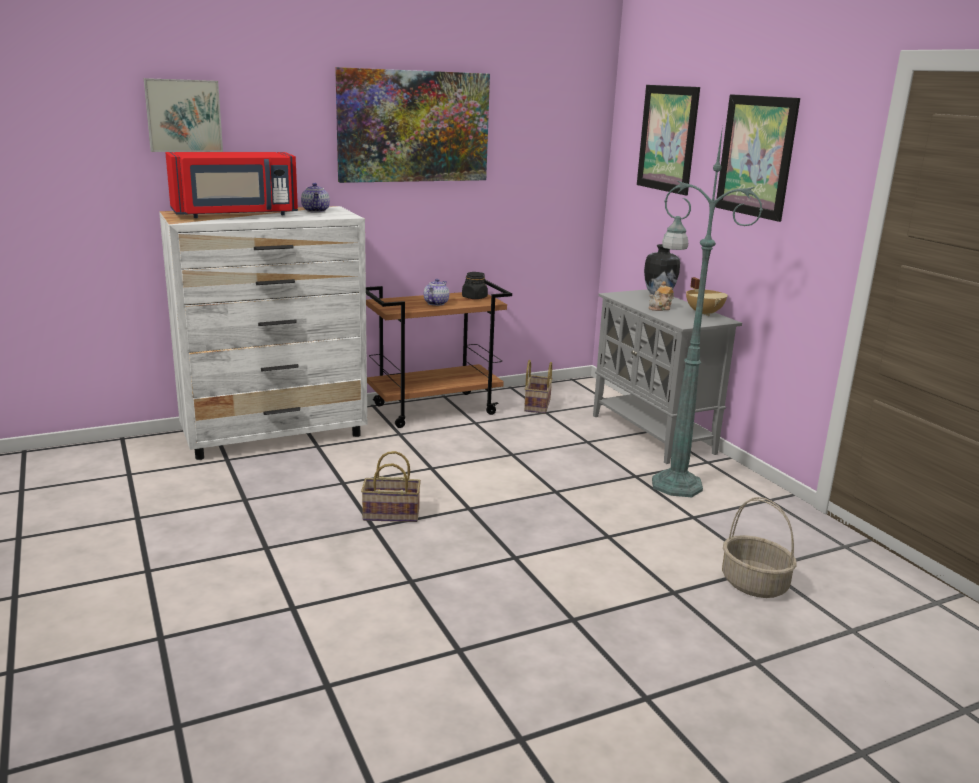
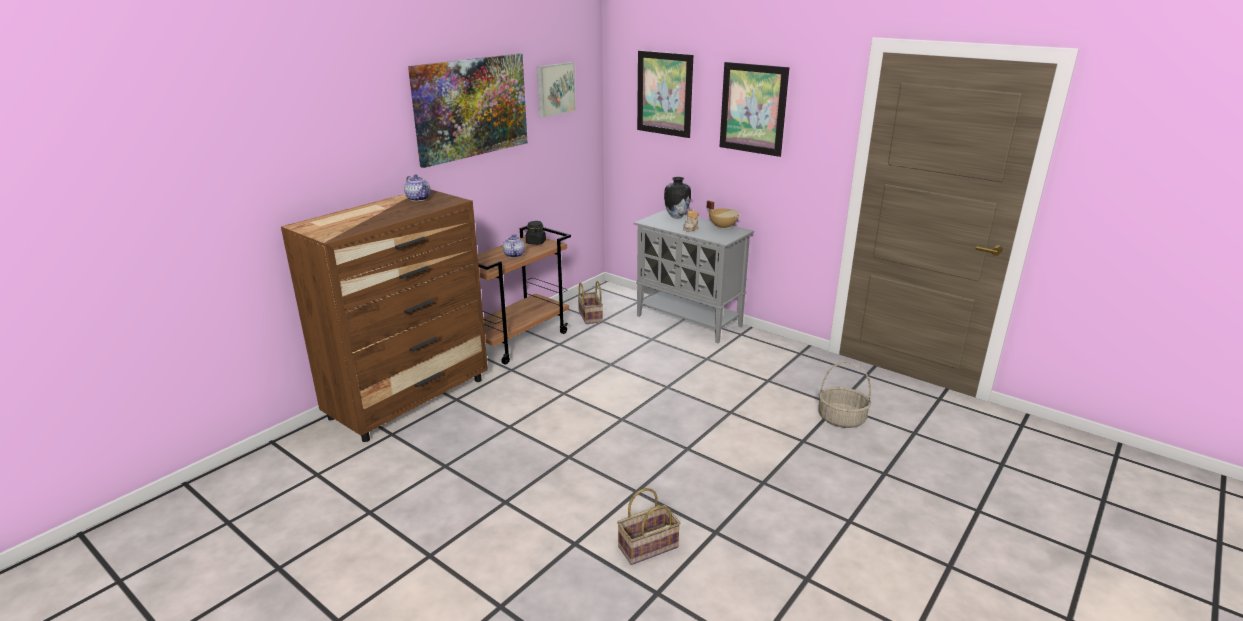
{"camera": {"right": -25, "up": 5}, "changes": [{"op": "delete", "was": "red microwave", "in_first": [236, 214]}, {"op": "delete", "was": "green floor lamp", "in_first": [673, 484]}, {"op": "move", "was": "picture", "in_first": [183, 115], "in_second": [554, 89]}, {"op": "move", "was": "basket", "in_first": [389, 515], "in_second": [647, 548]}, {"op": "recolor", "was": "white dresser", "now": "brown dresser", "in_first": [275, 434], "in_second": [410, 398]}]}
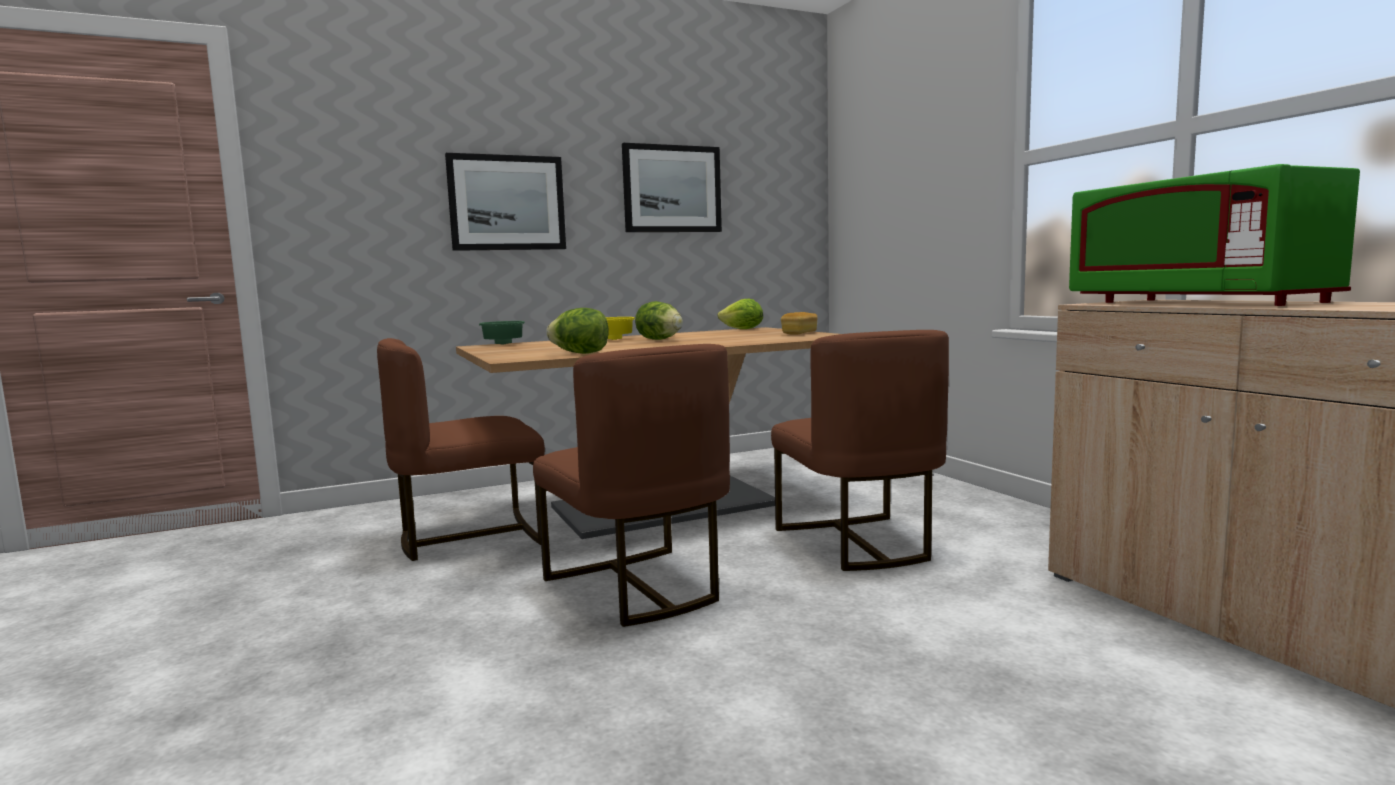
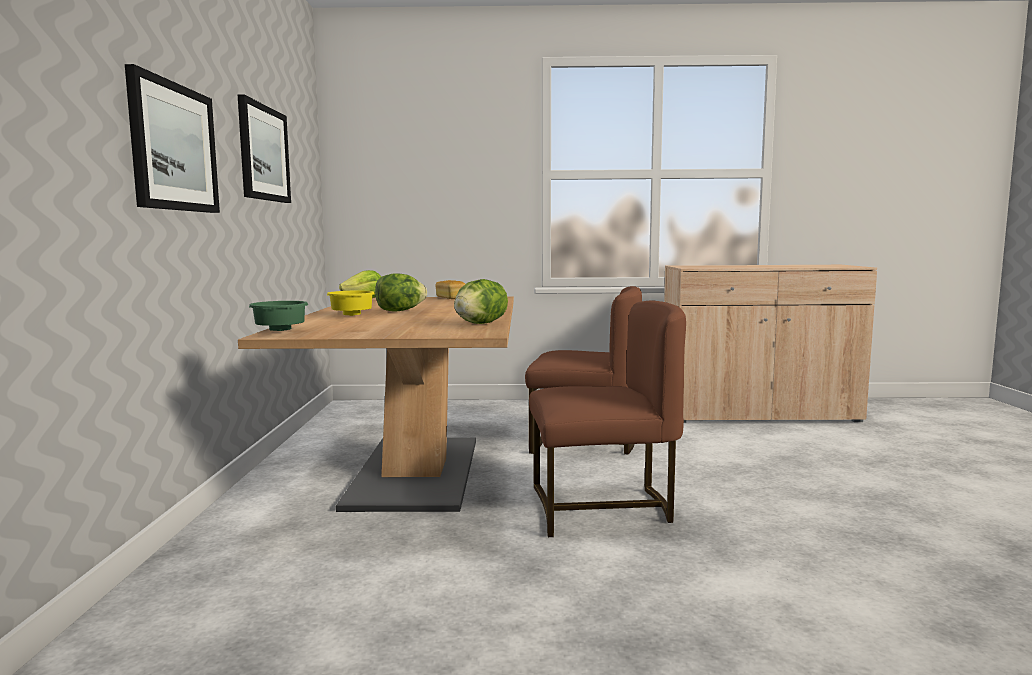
{"camera": {"right": -65, "up": 0}, "changes": [{"op": "delete", "was": "brown chair", "in_first": [470, 537]}, {"op": "delete", "was": "green microwave", "in_first": [1196, 303]}]}
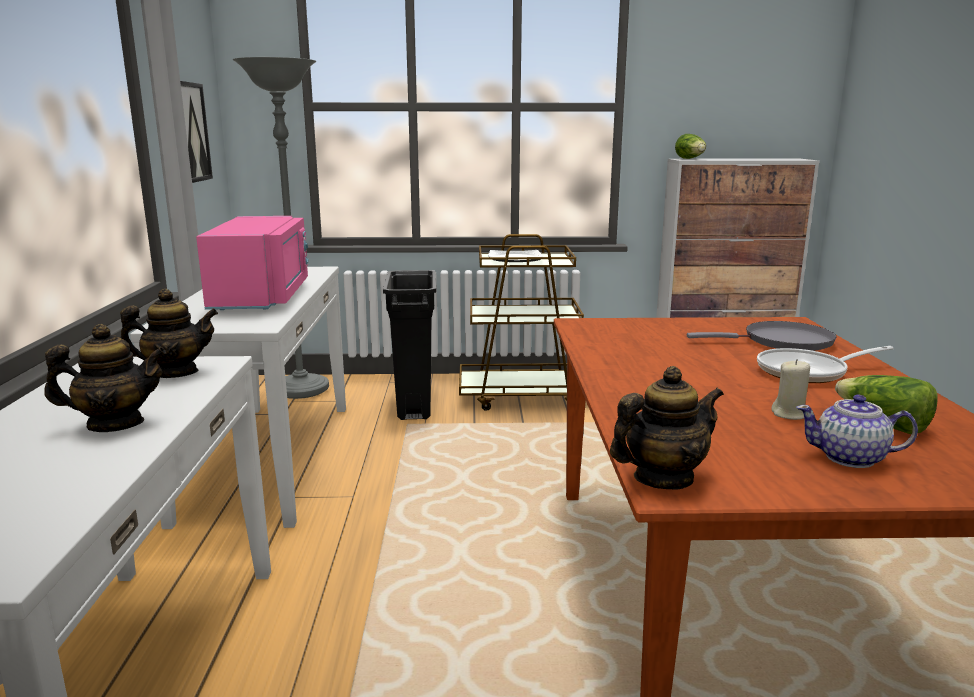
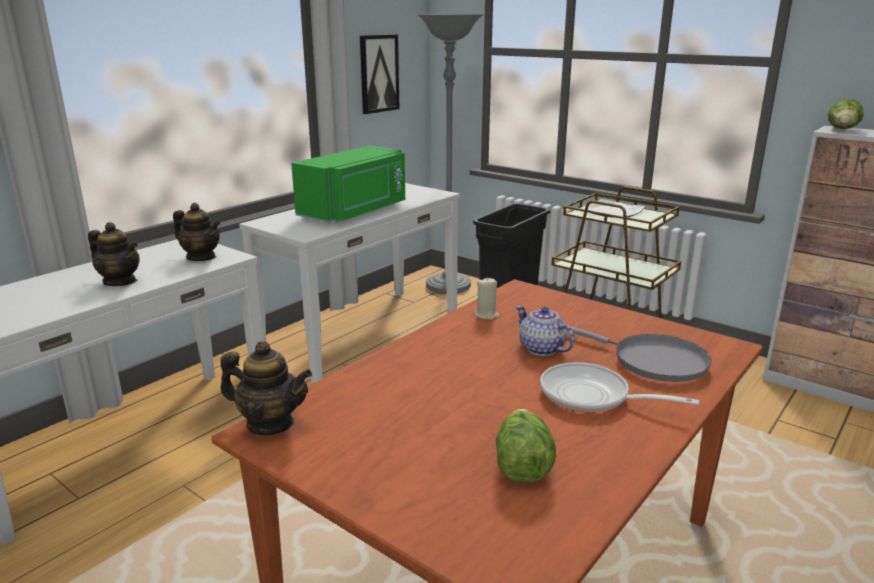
{"camera": {"right": 40, "up": 5}, "changes": [{"op": "move", "was": "beige candle", "in_first": [790, 414], "in_second": [486, 315]}, {"op": "move", "was": "teapot", "in_first": [851, 458], "in_second": [542, 349]}, {"op": "recolor", "was": "pink microwave", "now": "green microwave", "in_first": [263, 297], "in_second": [355, 211]}]}
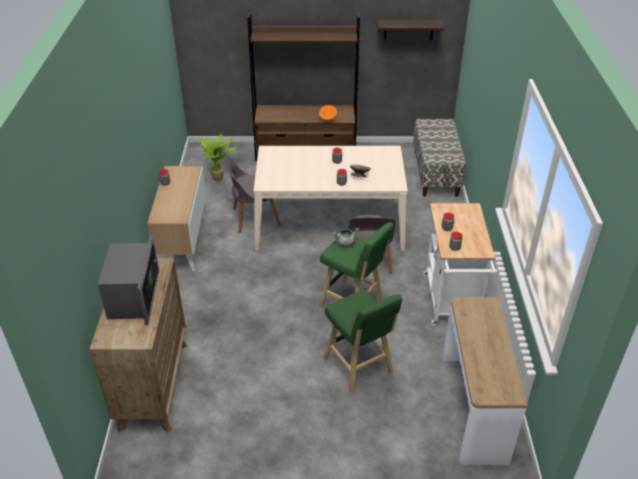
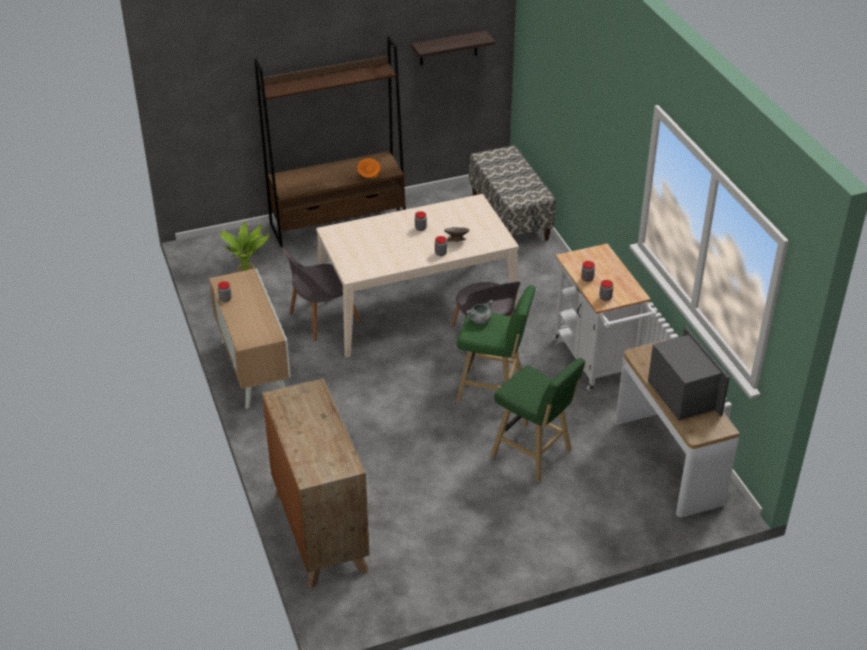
{"camera": {"right": -20, "up": 0}, "changes": [{"op": "move", "was": "microwave", "in_first": [134, 297], "in_second": [682, 394]}]}
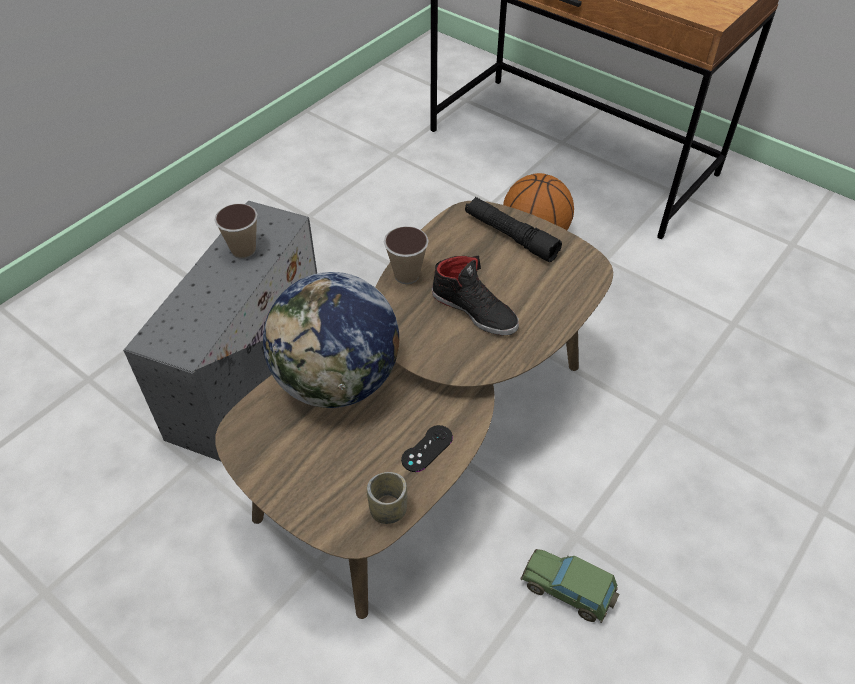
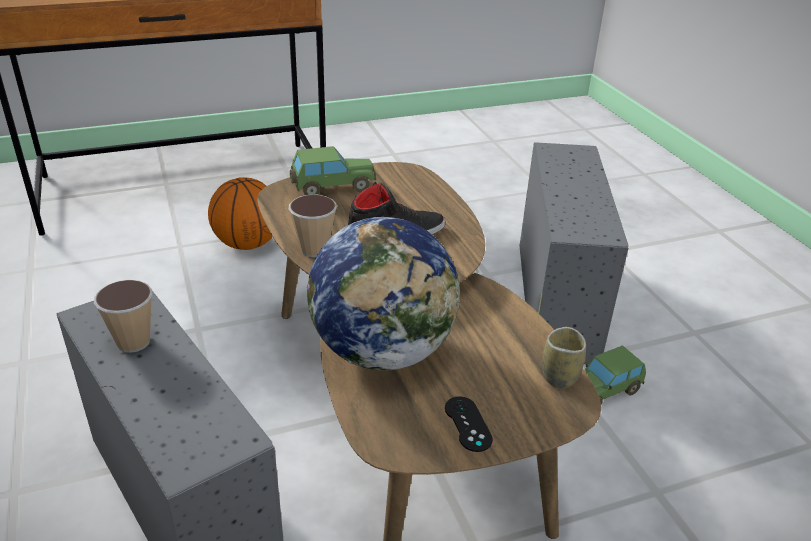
{"camera": {"right": -60, "up": -15}, "changes": [{"op": "insert", "now": "grey storage box", "in_second": [555, 297]}, {"op": "move", "was": "black game controller", "in_first": [427, 448], "in_second": [468, 424]}, {"op": "replace", "was": "black flashlight", "now": "toy car", "in_first": [510, 236], "in_second": [332, 187]}]}
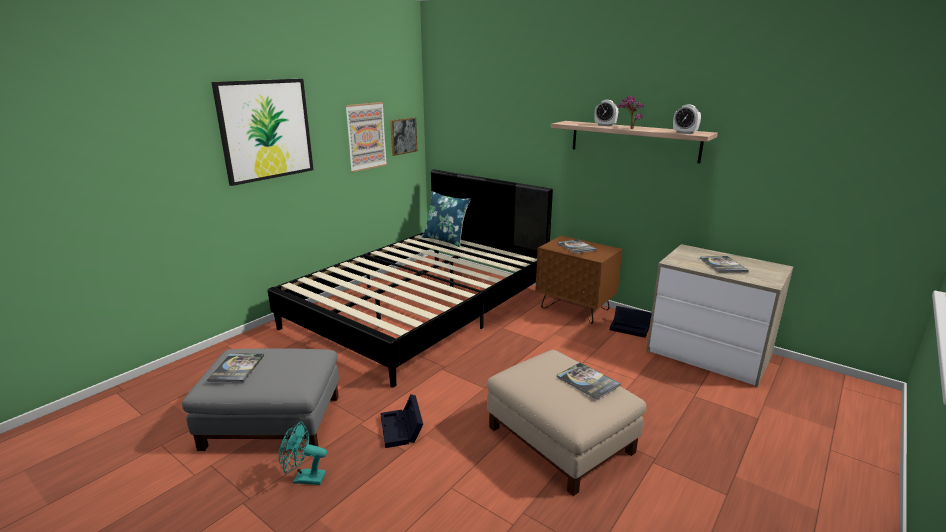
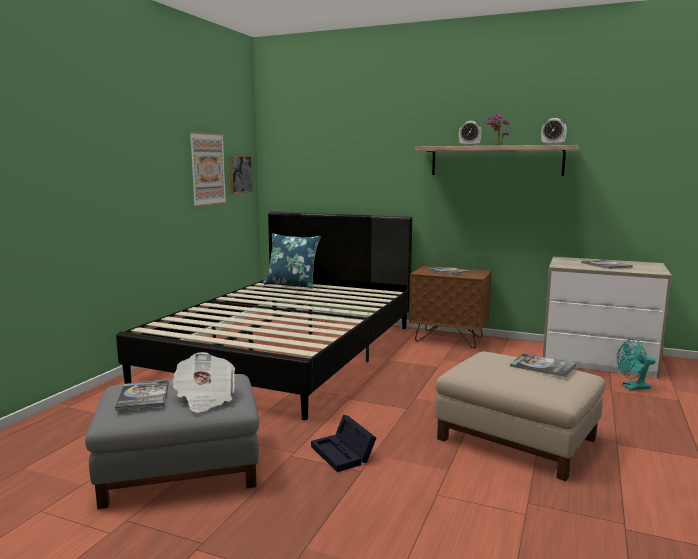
{"camera": {"right": -15, "up": -10}, "changes": [{"op": "delete", "was": "picture", "in_first": [266, 130]}, {"op": "delete", "was": "black storage box", "in_first": [631, 328]}, {"op": "insert", "now": "newspaper", "in_second": [205, 398]}, {"op": "move", "was": "turquoise fan", "in_first": [304, 478], "in_second": [632, 387]}]}
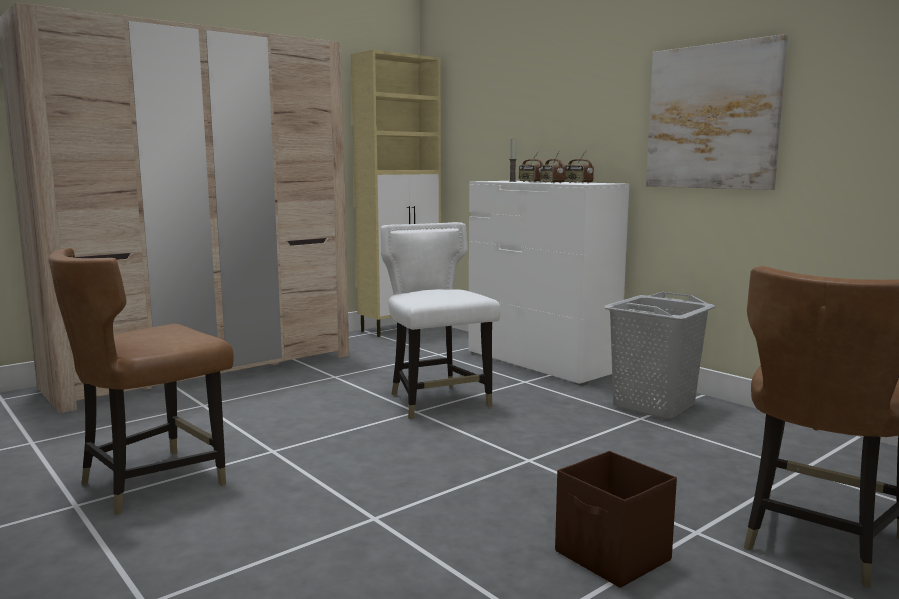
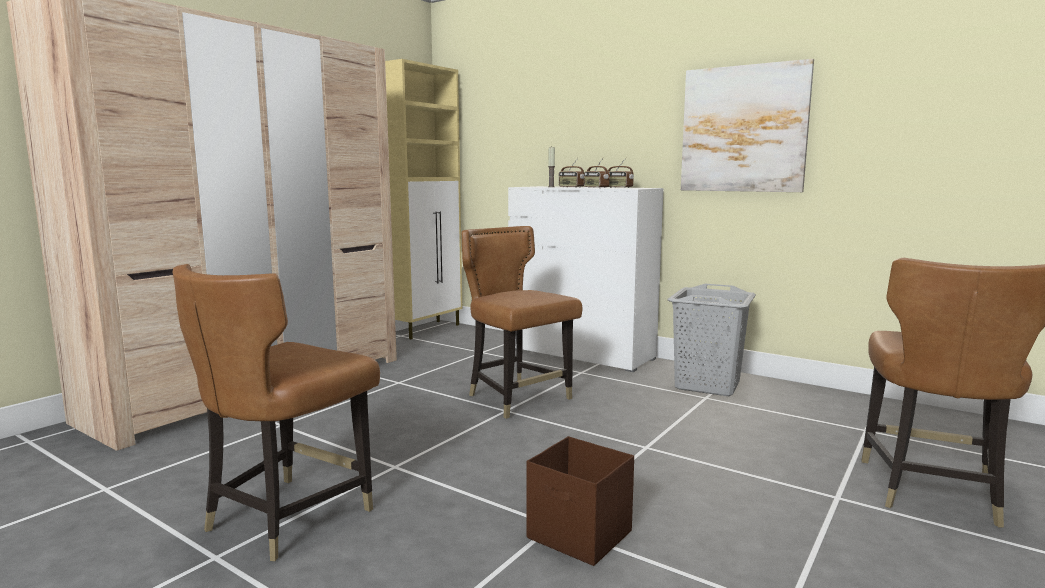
{"camera": {"right": -15, "up": 0}, "changes": [{"op": "move", "was": "brown storage box", "in_first": [613, 557], "in_second": [580, 536]}, {"op": "recolor", "was": "white chair", "now": "brown chair", "in_first": [437, 401], "in_second": [518, 398]}]}
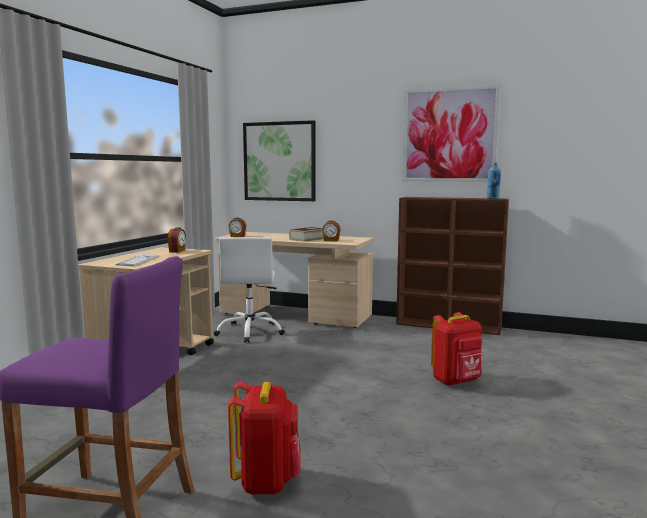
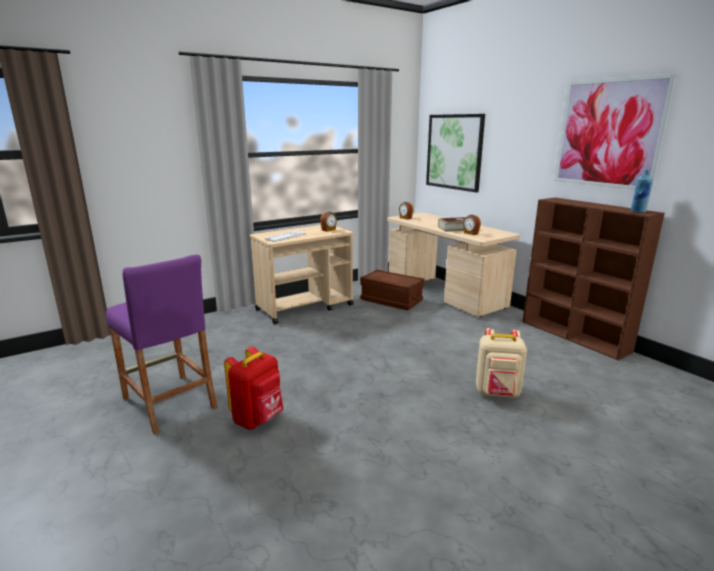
{"camera": {"right": 35, "up": 10}, "changes": [{"op": "replace", "was": "white office chair", "now": "brown storage box", "in_first": [250, 332], "in_second": [391, 300]}, {"op": "recolor", "was": "red backpack", "now": "beige backpack", "in_first": [456, 381], "in_second": [497, 393]}]}
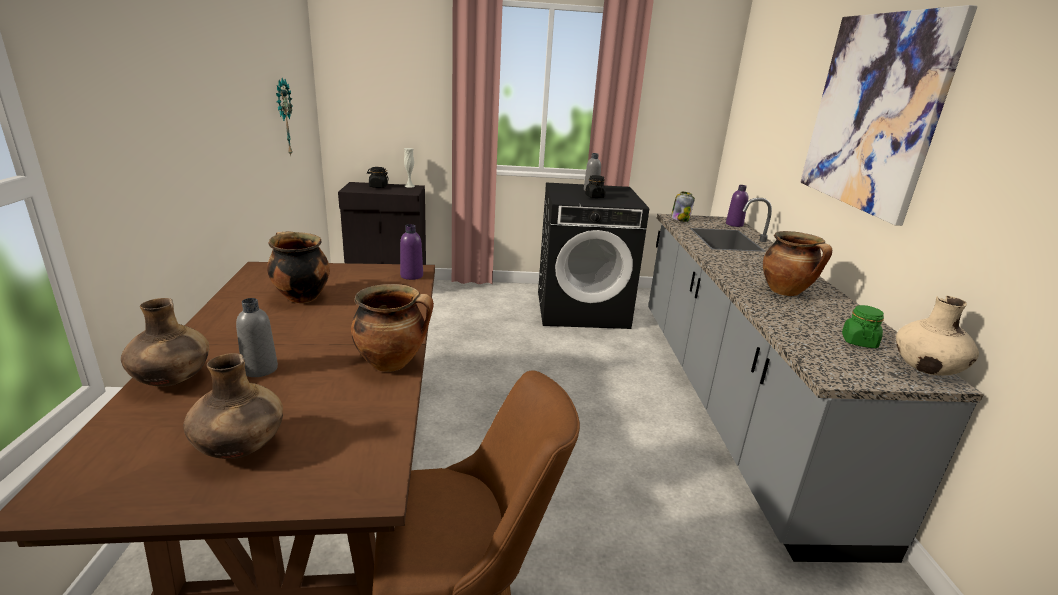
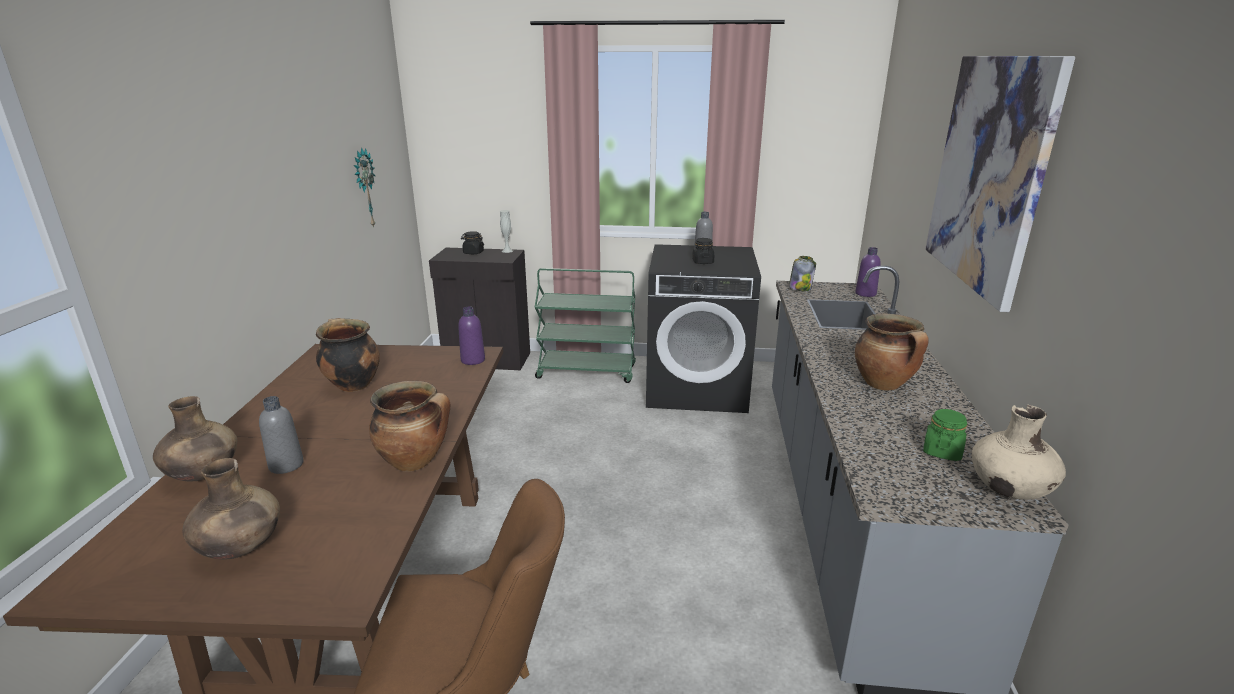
{"camera": {"right": 10, "up": 0}, "changes": [{"op": "insert", "now": "green cart", "in_second": [587, 372]}]}
